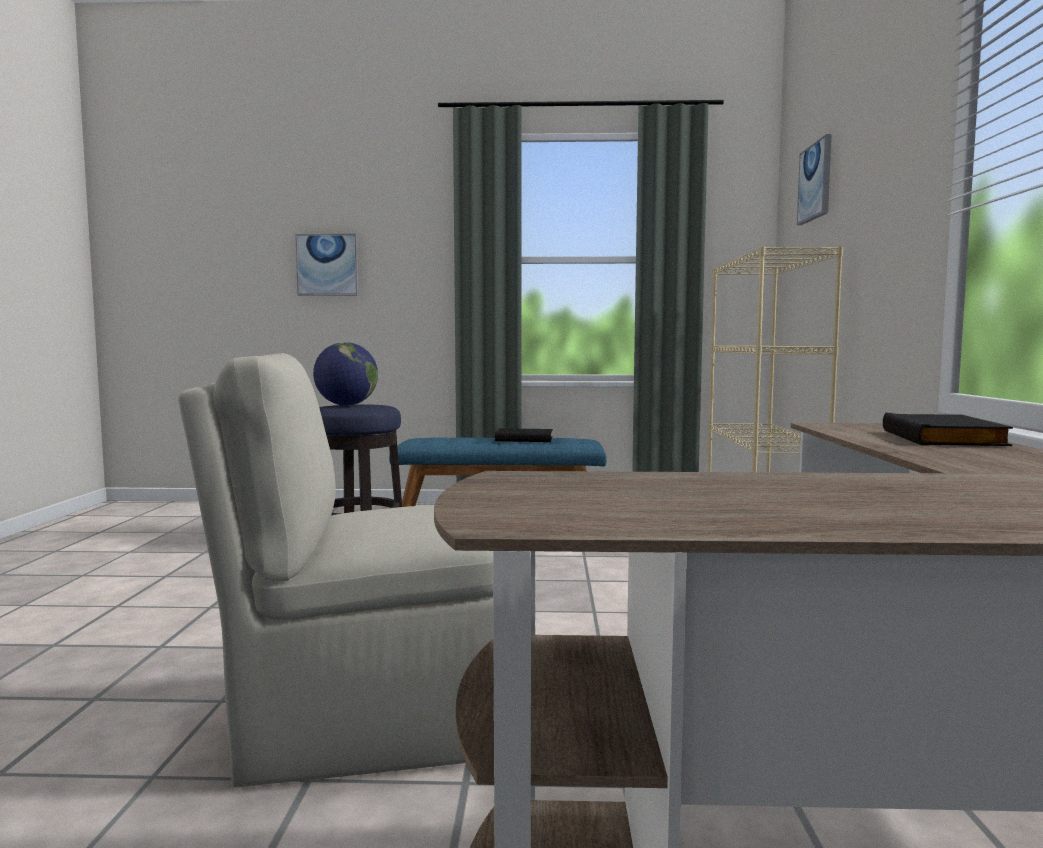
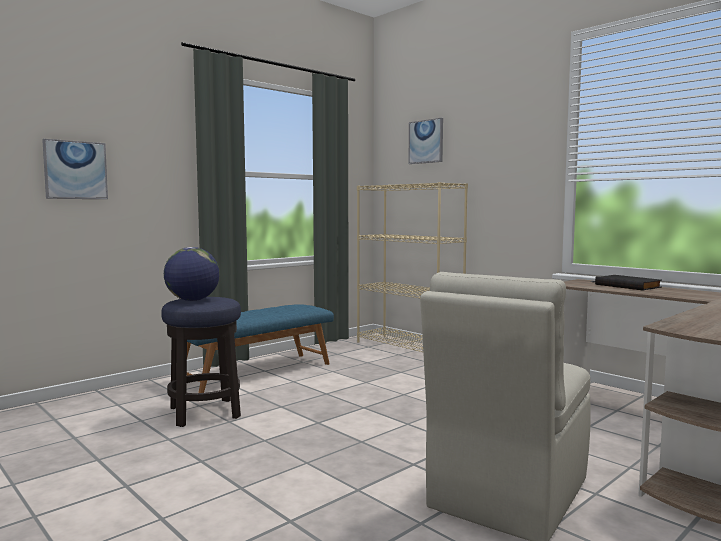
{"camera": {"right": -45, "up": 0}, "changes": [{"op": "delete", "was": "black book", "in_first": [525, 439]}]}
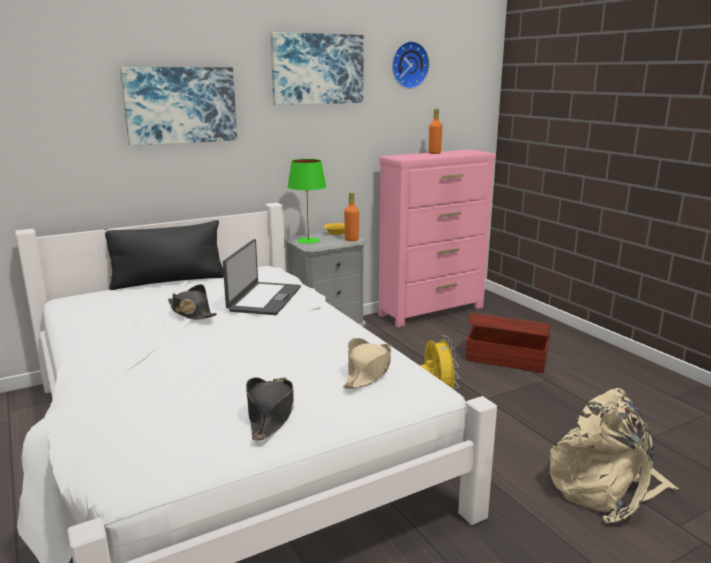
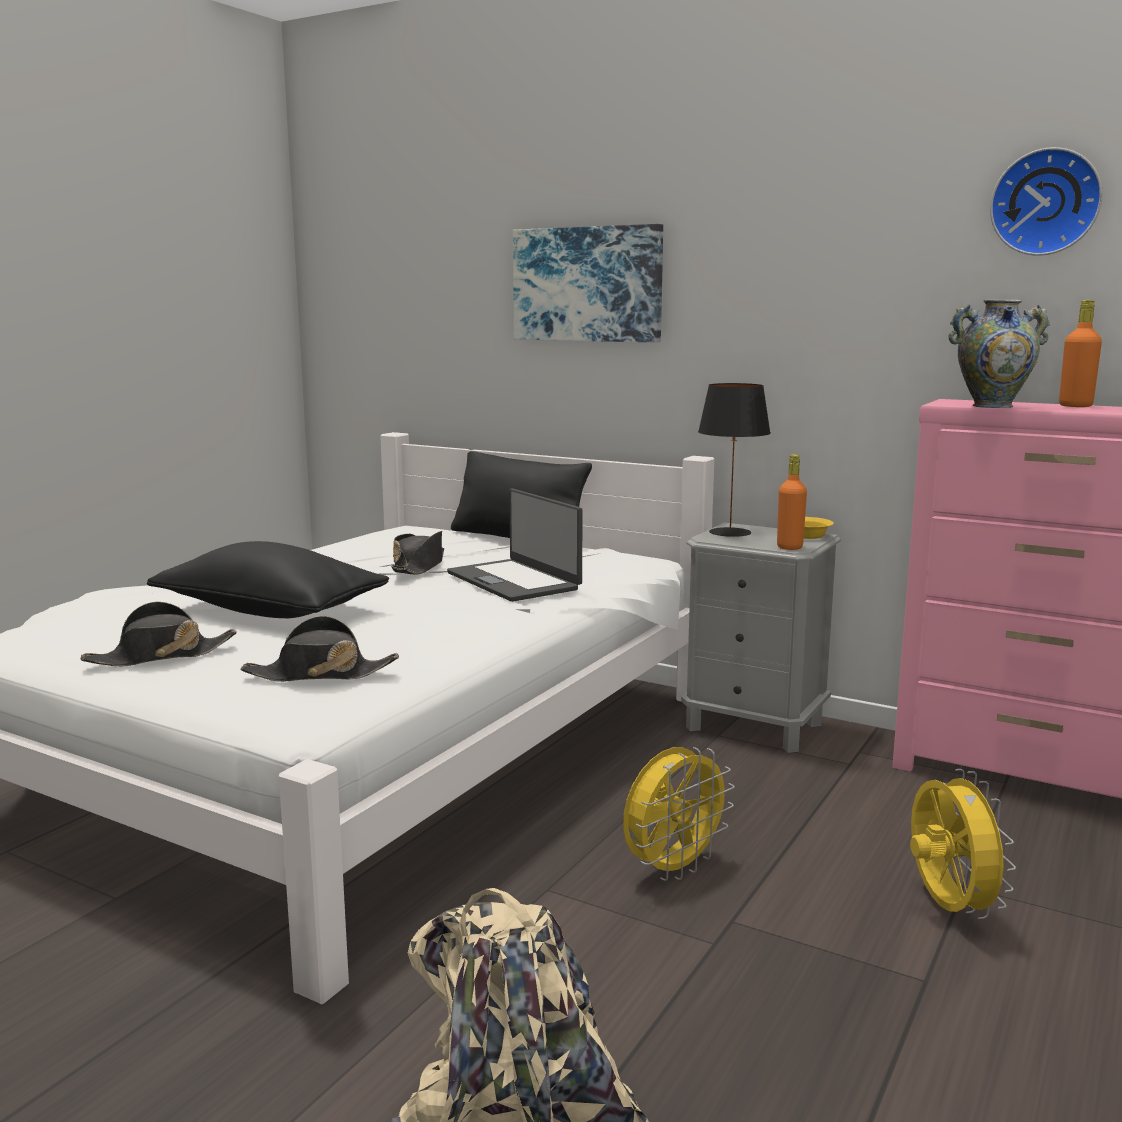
{"camera": {"right": 60, "up": -5}, "changes": [{"op": "delete", "was": "picture", "in_first": [317, 69]}, {"op": "insert", "now": "black pillow", "in_second": [270, 612]}, {"op": "insert", "now": "vase", "in_second": [992, 406]}, {"op": "replace", "was": "brown storage box", "now": "yellow fan", "in_first": [505, 358], "in_second": [947, 907]}, {"op": "recolor", "was": "green table lamp", "now": "black table lamp", "in_first": [307, 240], "in_second": [729, 532]}, {"op": "recolor", "was": "beige hat", "now": "black hat", "in_first": [368, 372], "in_second": [320, 674]}, {"op": "rotate", "was": "laptop", "in_first": [264, 299], "in_second": [514, 581], "clockwise": 75}]}
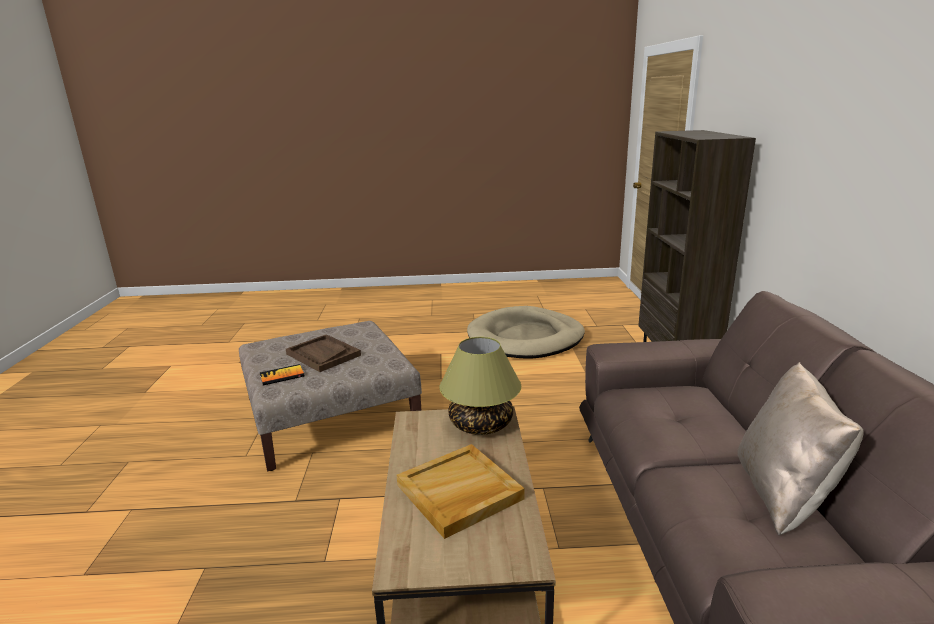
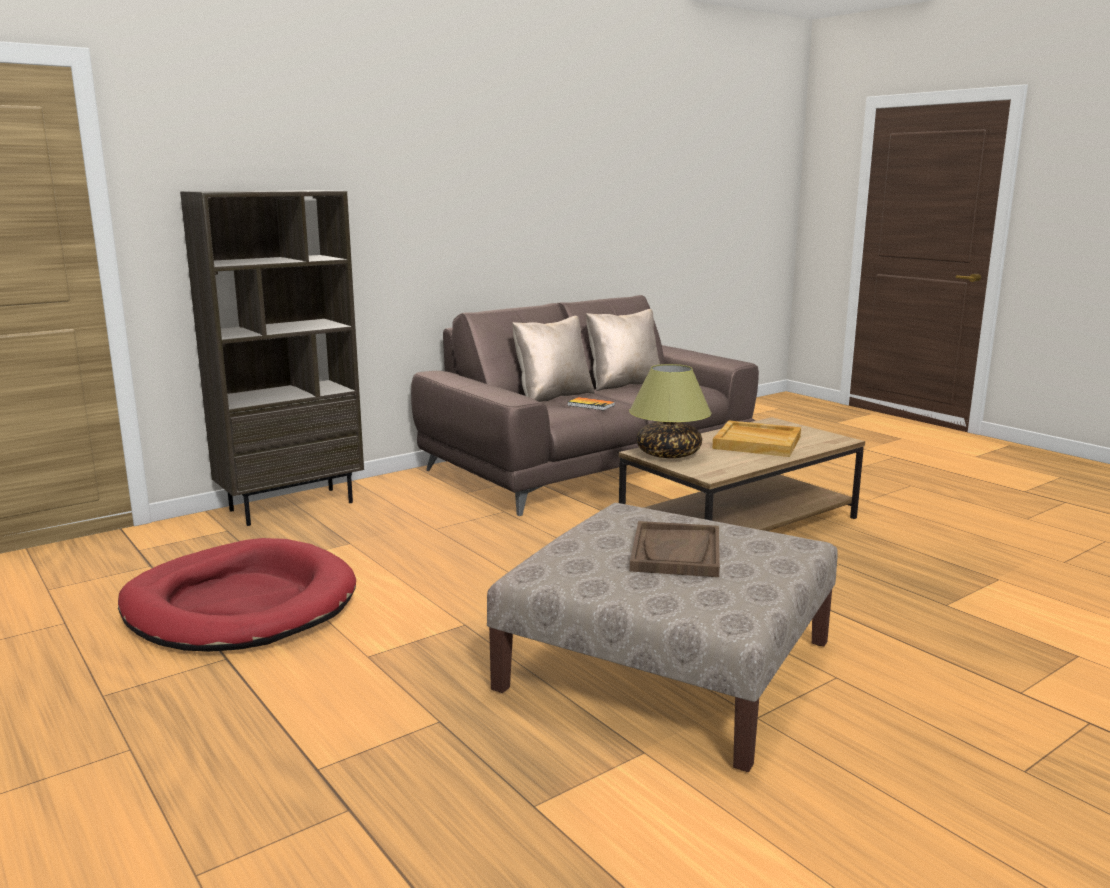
{"camera": {"right": -125, "up": -5}, "changes": [{"op": "insert", "now": "beige pillow", "in_second": [552, 396]}, {"op": "move", "was": "book", "in_first": [282, 376], "in_second": [591, 405]}, {"op": "recolor", "was": "beige dog bed", "now": "red dog bed", "in_first": [525, 338], "in_second": [240, 605]}]}
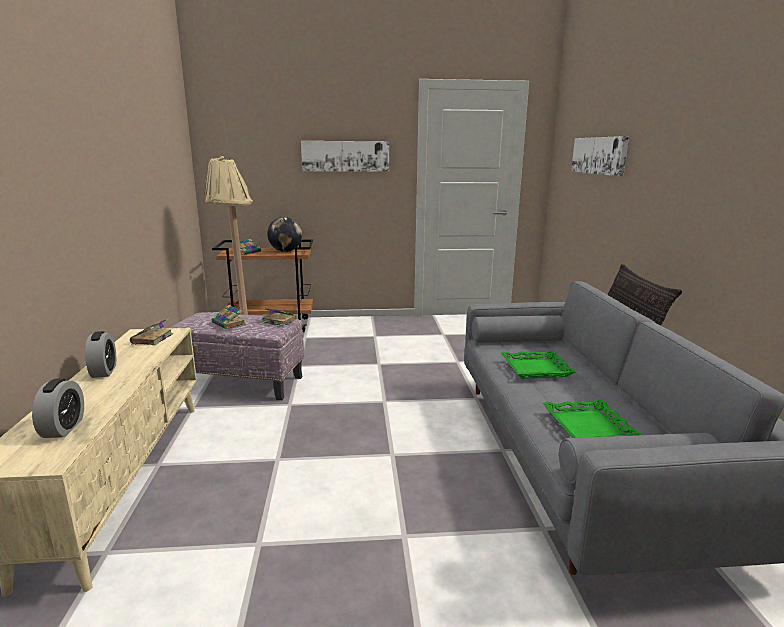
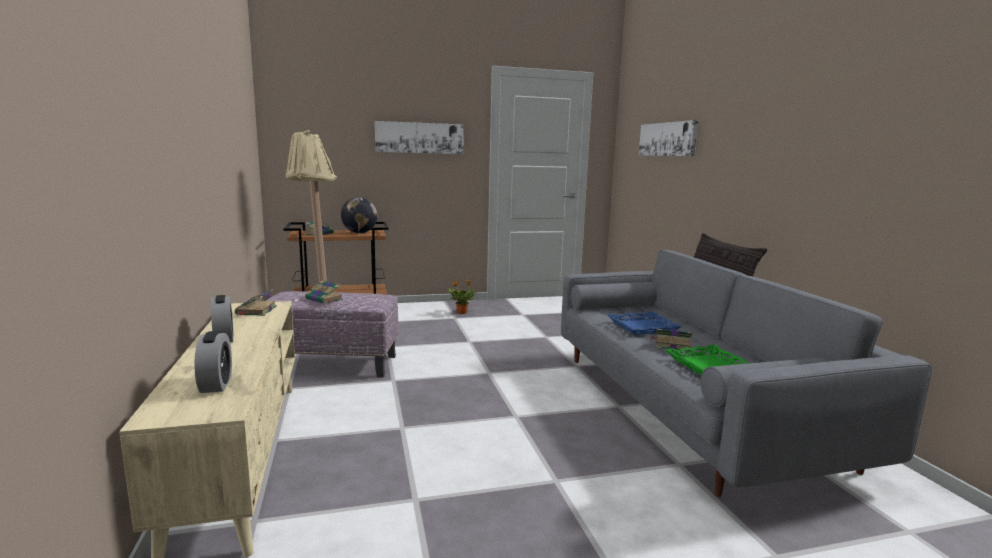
{"camera": {"right": -10, "up": -5}, "changes": [{"op": "insert", "now": "potted plant", "in_second": [461, 312]}, {"op": "move", "was": "book", "in_first": [278, 321], "in_second": [671, 345]}, {"op": "recolor", "was": "green tray", "now": "blue tray", "in_first": [535, 369], "in_second": [642, 327]}]}
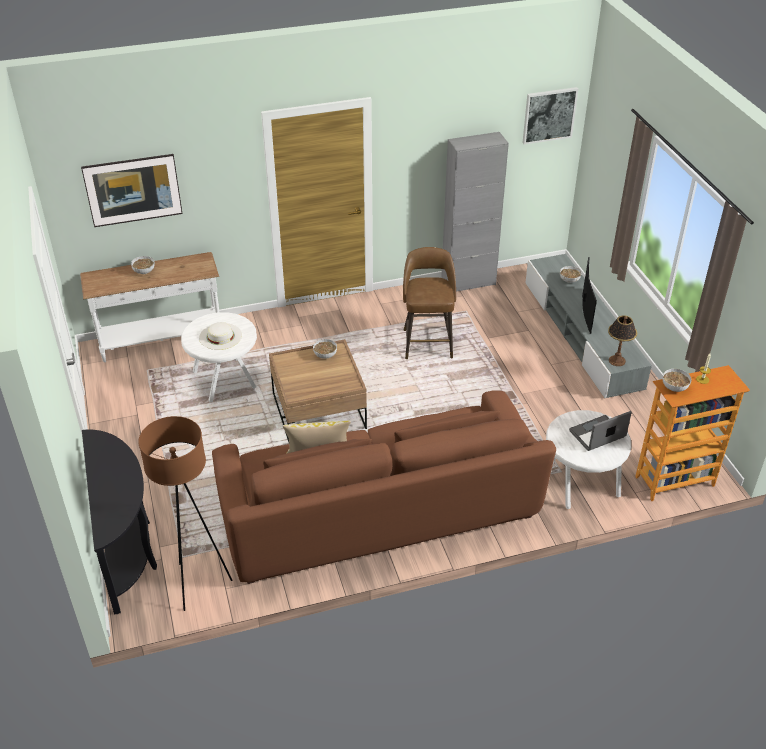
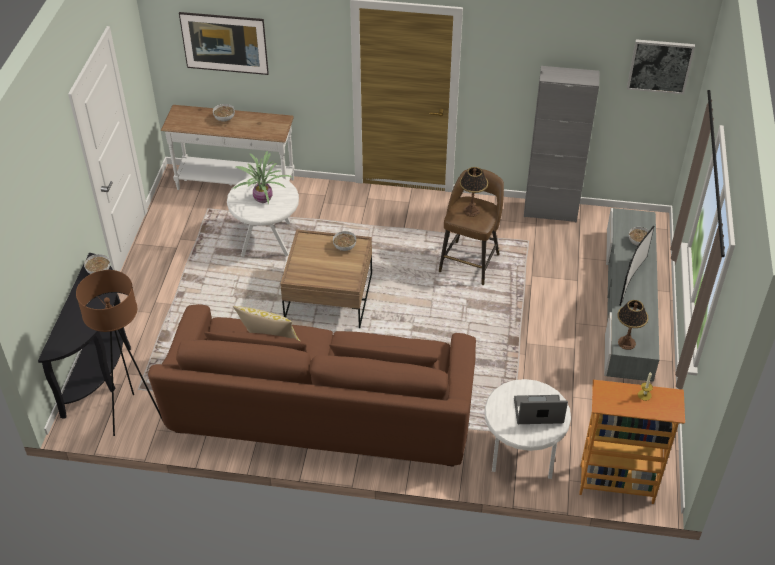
{"camera": {"right": 25, "up": 5}, "changes": [{"op": "insert", "now": "table lamp", "in_second": [471, 210]}, {"op": "move", "was": "bowl", "in_first": [674, 387], "in_second": [98, 271]}, {"op": "replace", "was": "white hat", "now": "potted plant", "in_first": [220, 336], "in_second": [262, 200]}]}
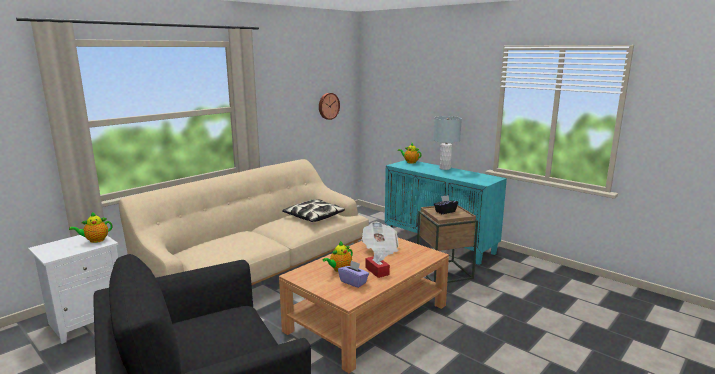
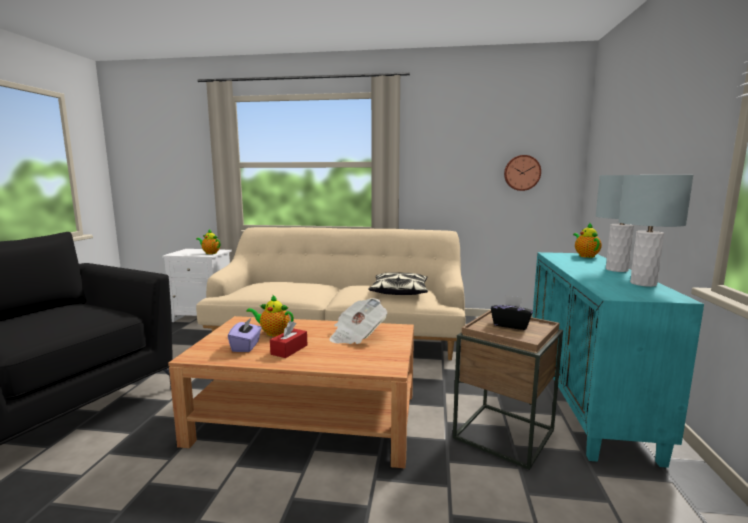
{"camera": {"right": 55, "up": -5}, "changes": [{"op": "insert", "now": "grey table lamp", "in_second": [643, 283]}]}
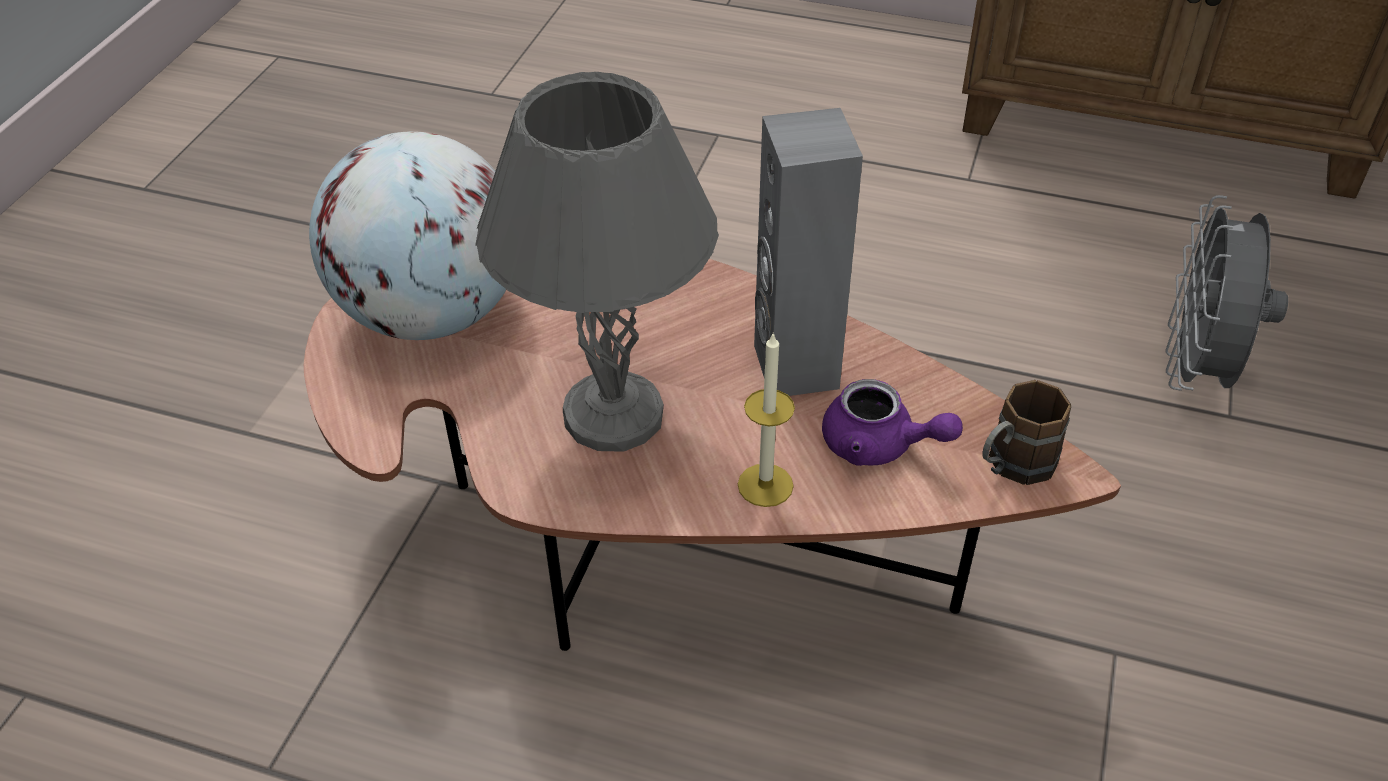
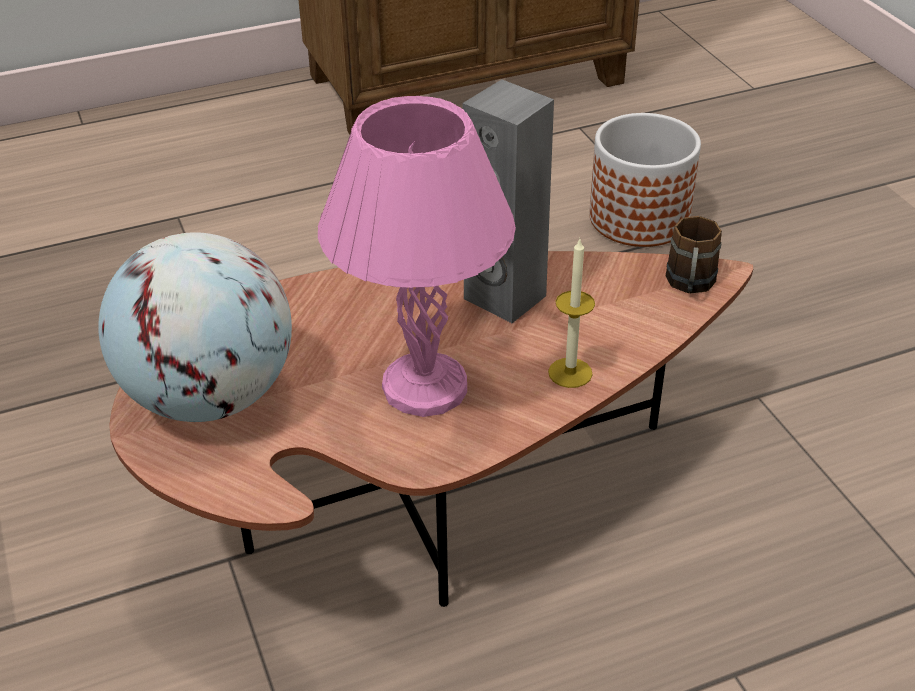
{"camera": {"right": -40, "up": -5}, "changes": [{"op": "delete", "was": "purple teapot", "in_first": [879, 446]}, {"op": "replace", "was": "grey fan", "now": "planter", "in_first": [1196, 370], "in_second": [640, 219]}, {"op": "recolor", "was": "grey table lamp", "now": "pink table lamp", "in_first": [610, 413], "in_second": [421, 387]}]}
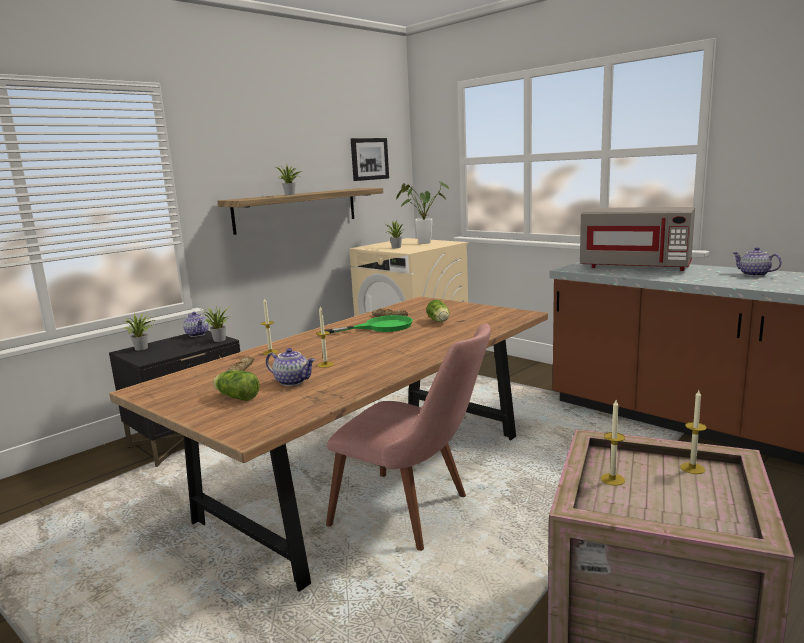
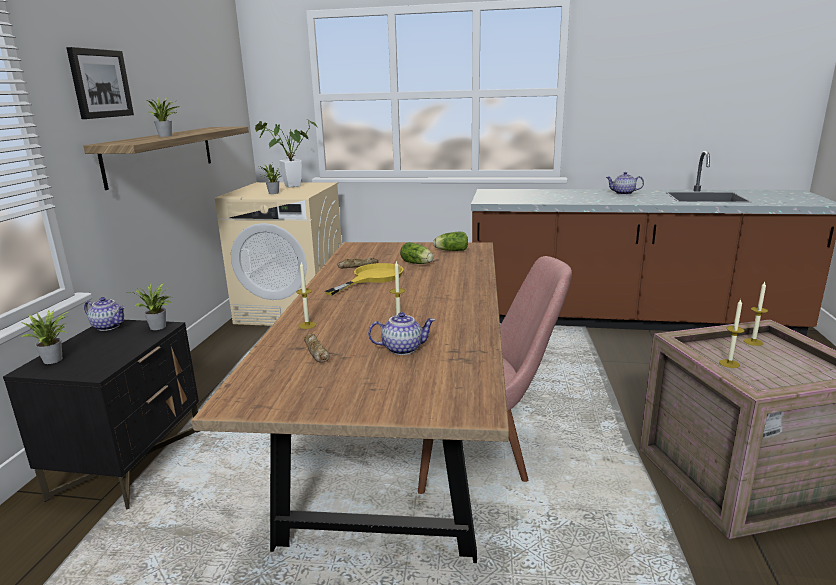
{"camera": {"right": -35, "up": 5}, "changes": [{"op": "delete", "was": "grey microwave", "in_first": [636, 267]}, {"op": "move", "was": "lettuce", "in_first": [236, 397], "in_second": [450, 250]}, {"op": "move", "was": "picture", "in_first": [369, 159], "in_second": [100, 83]}, {"op": "recolor", "was": "green frying pan", "now": "yellow frying pan", "in_first": [380, 327], "in_second": [372, 278]}]}
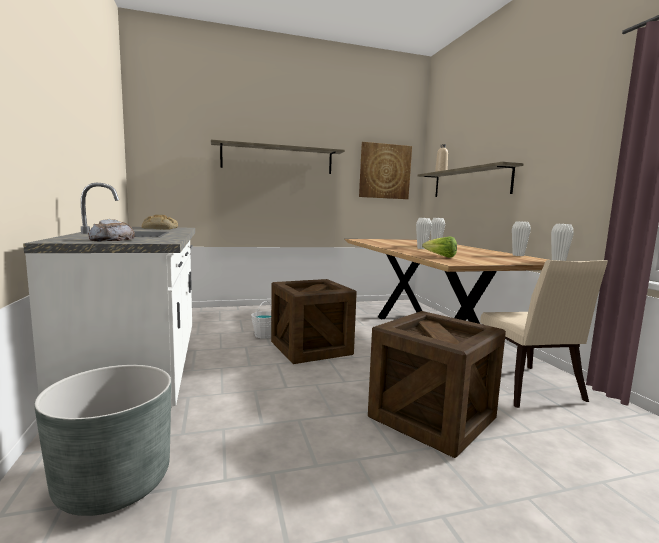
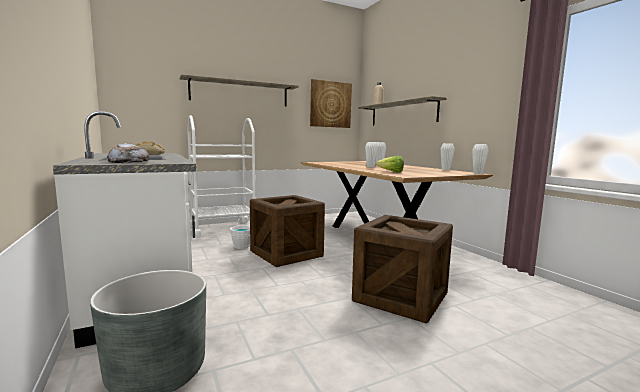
{"camera": {"right": -10, "up": 0}, "changes": [{"op": "delete", "was": "beige chair", "in_first": [527, 389]}, {"op": "insert", "now": "white cart", "in_second": [223, 228]}]}
